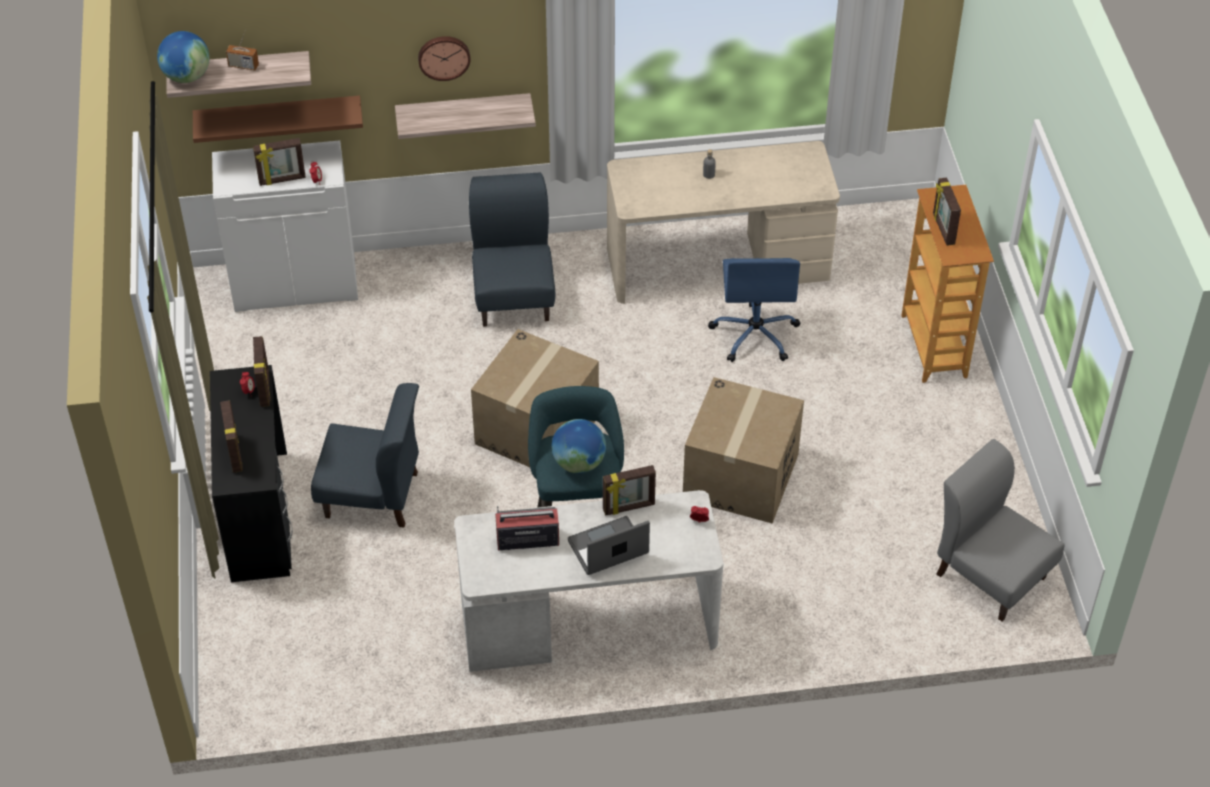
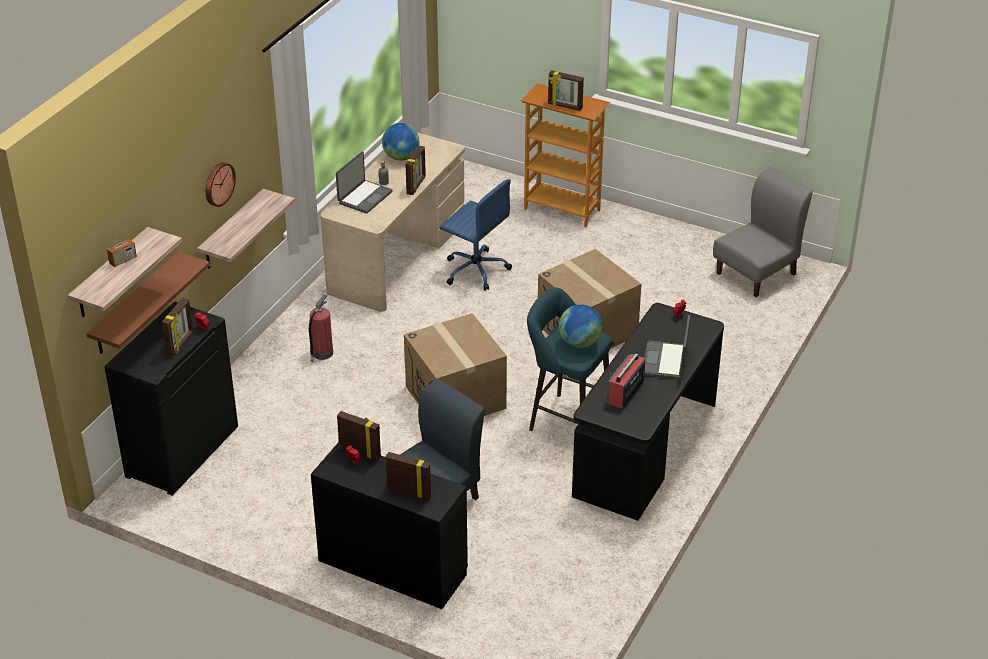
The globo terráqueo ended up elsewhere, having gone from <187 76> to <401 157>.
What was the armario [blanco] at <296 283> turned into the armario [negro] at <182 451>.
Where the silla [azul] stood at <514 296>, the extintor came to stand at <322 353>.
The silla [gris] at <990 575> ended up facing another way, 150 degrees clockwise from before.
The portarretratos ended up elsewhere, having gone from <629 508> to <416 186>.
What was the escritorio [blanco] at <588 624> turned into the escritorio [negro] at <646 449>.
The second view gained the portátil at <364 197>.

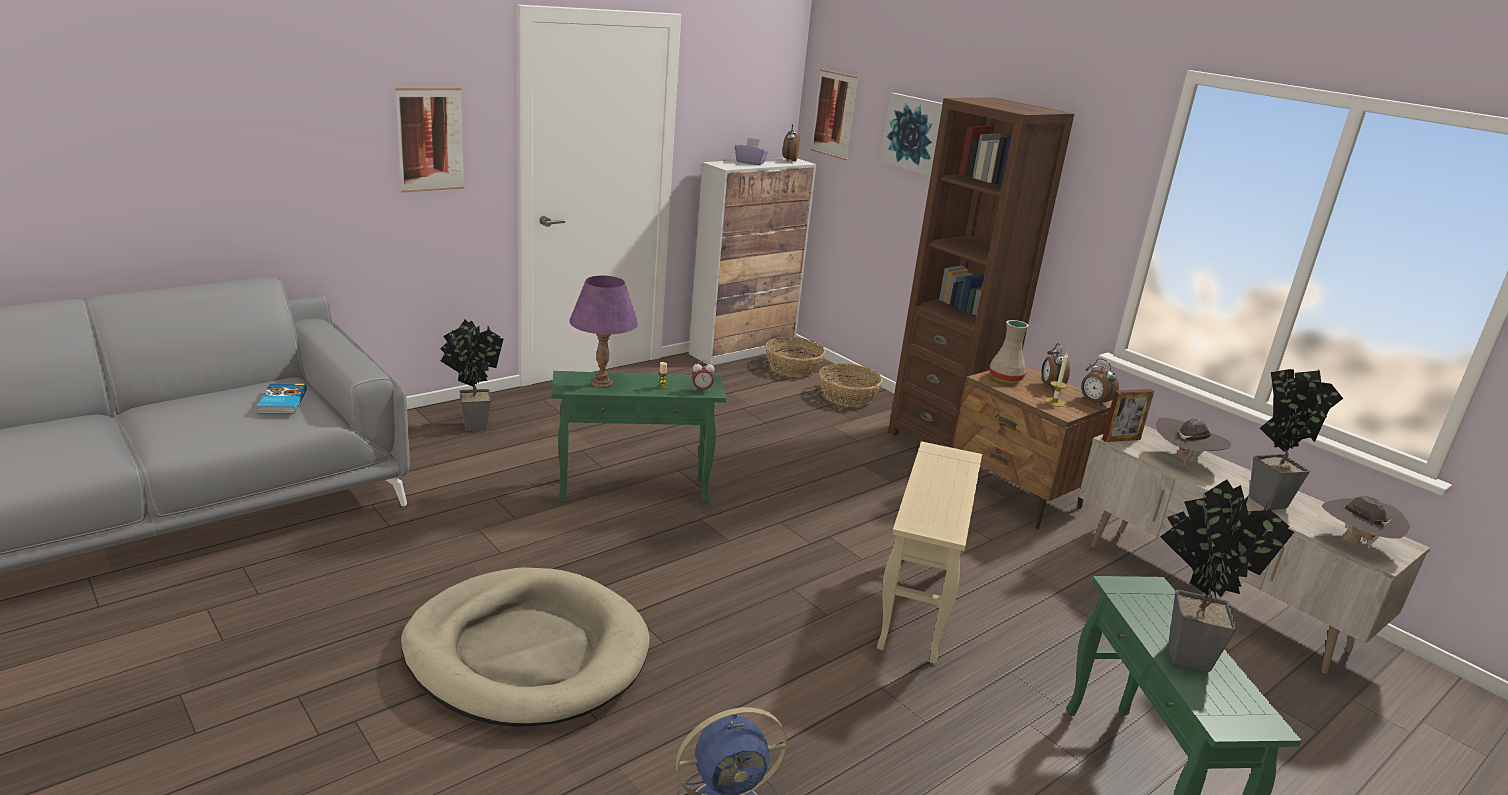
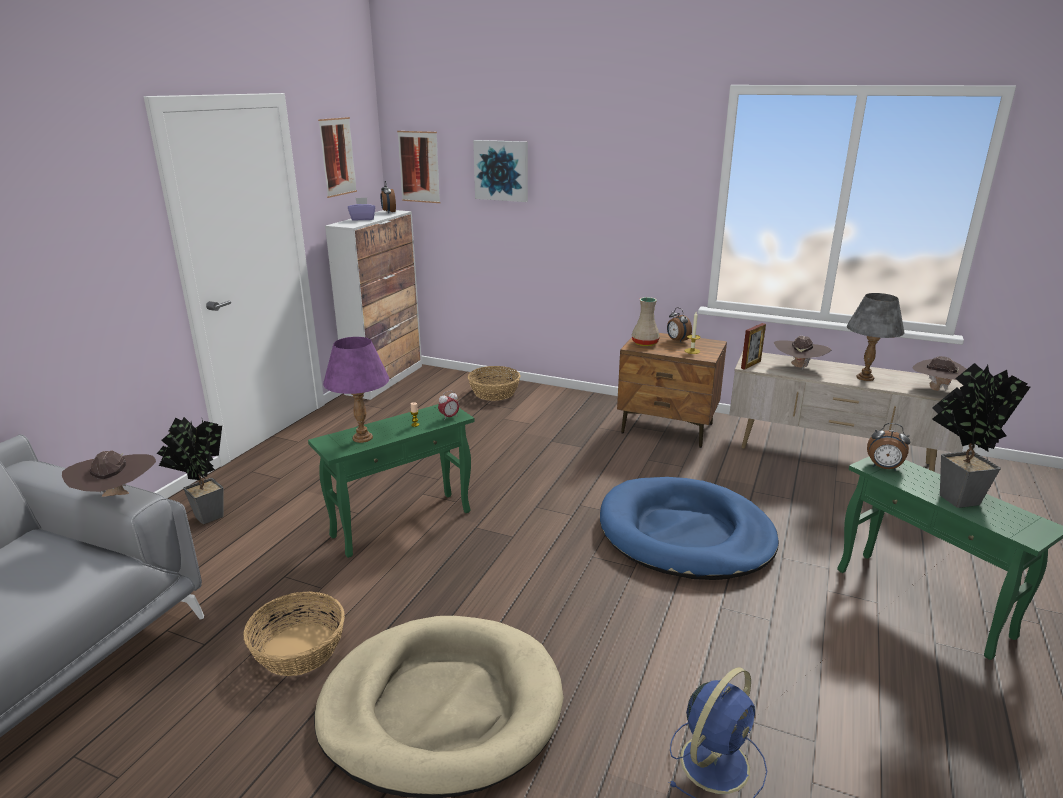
The cuadro ended up elsewhere, having gone from <430 140> to <337 157>.
The second view lost the estantería [marrón] at <944 441>.
The cesta ended up elsewhere, having gone from <793 368> to <299 650>.
The despertador ended up elsewhere, having gone from <1094 402> to <883 468>.
Where the planta en maceta stood at <1266 499>, the lámpara de mesa [gris] came to stand at <865 377>.
The second view lost the libro at <281 402>.
Where the mesa auxiliar [beis] stood at <918 606>, the cama para perro [azul] came to stand at <685 534>.
The second view gained the sombrero [marrón] at <117 497>.

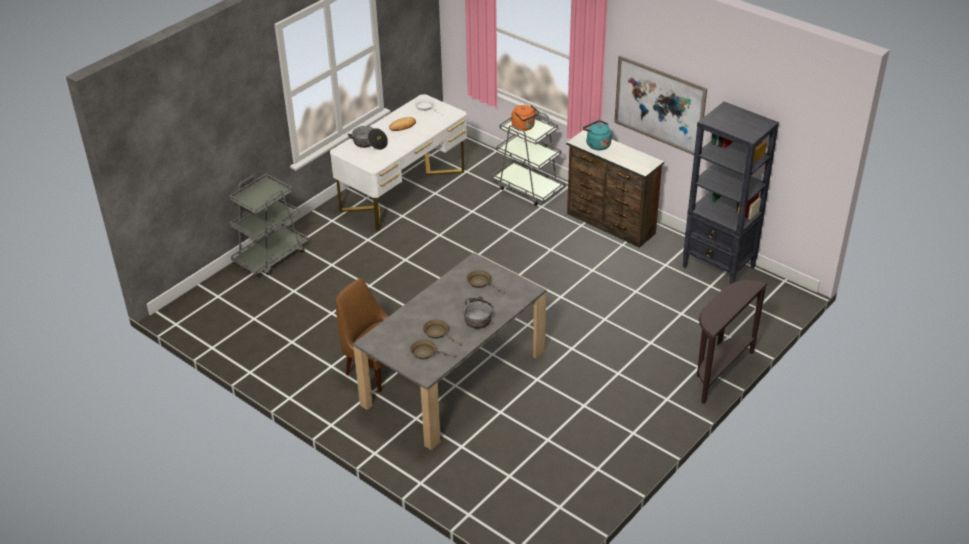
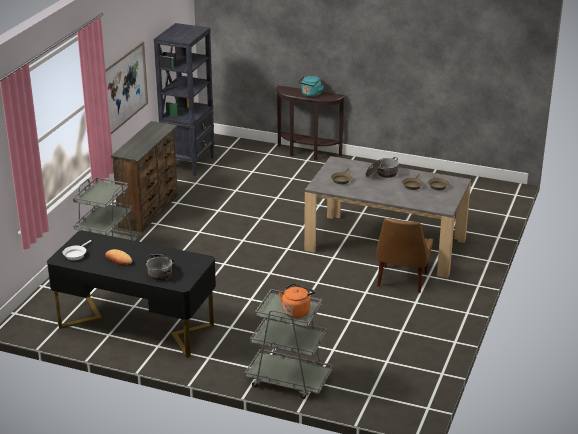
What was the escritorio [blanco] at <403 190> turned into the escritorio [negro] at <136 326>.
The hervidor [naranja] ended up elsewhere, having gone from <524 127> to <296 311>.
The hervidor [turquesa] ended up elsewhere, having gone from <597 145> to <310 95>.

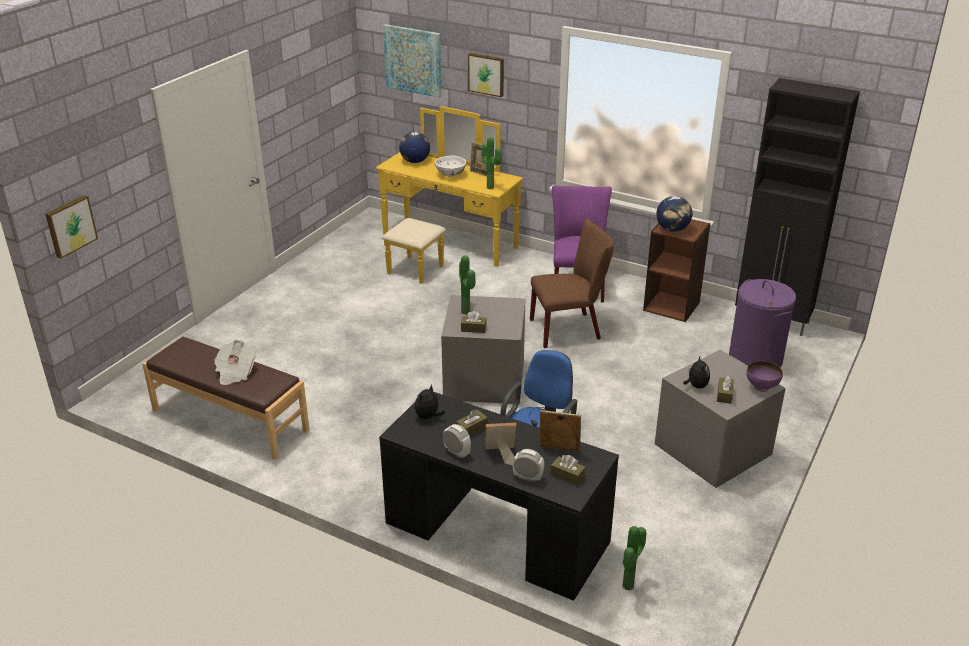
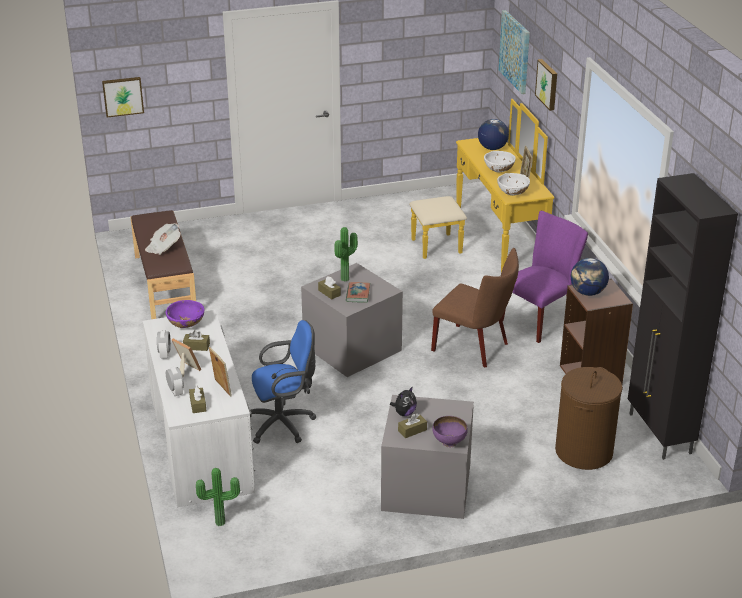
Where the planta en maceta stood at <491 187>, the cuenco [blanco] came to stand at <512 194>.
What was the cesto de la ropa [morado] at <755 359> turned into the cesto de la ropa [marrón] at <584 452>.
Where the peluche stood at <428 417>, the cuenco [morado] came to stand at <186 325>.
What was the escritorio [negro] at <496 531> turned into the escritorio [blanco] at <201 441>.
The second view gained the libro at <358 294>.

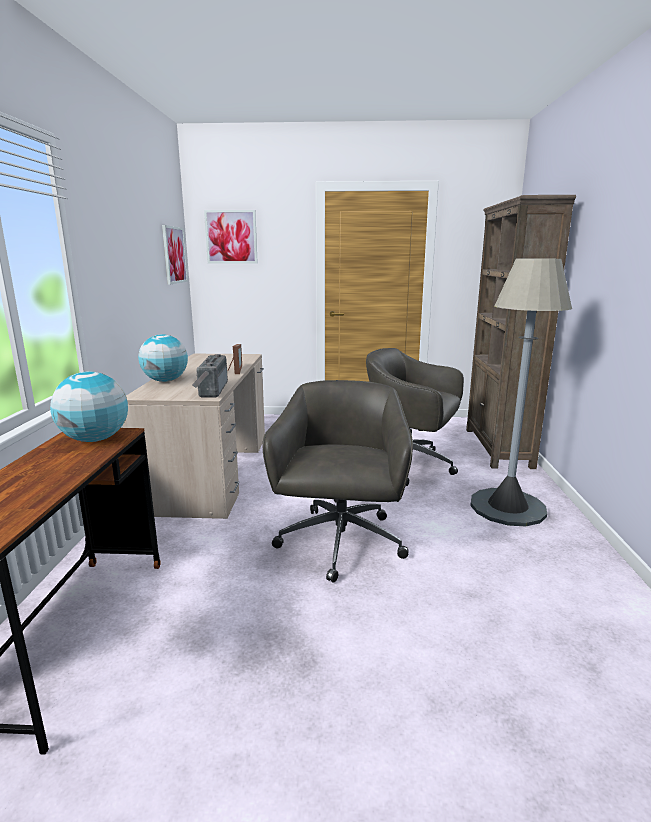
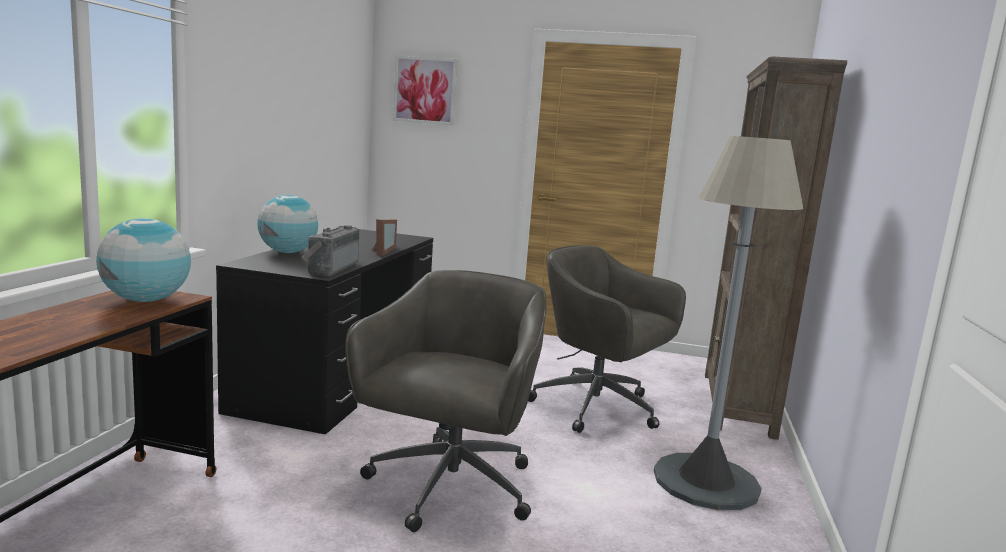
The second view lost the cuadro at <174 255>.
What was the escritorio [beis] at <212 470> turned into the escritorio [negro] at <340 375>.

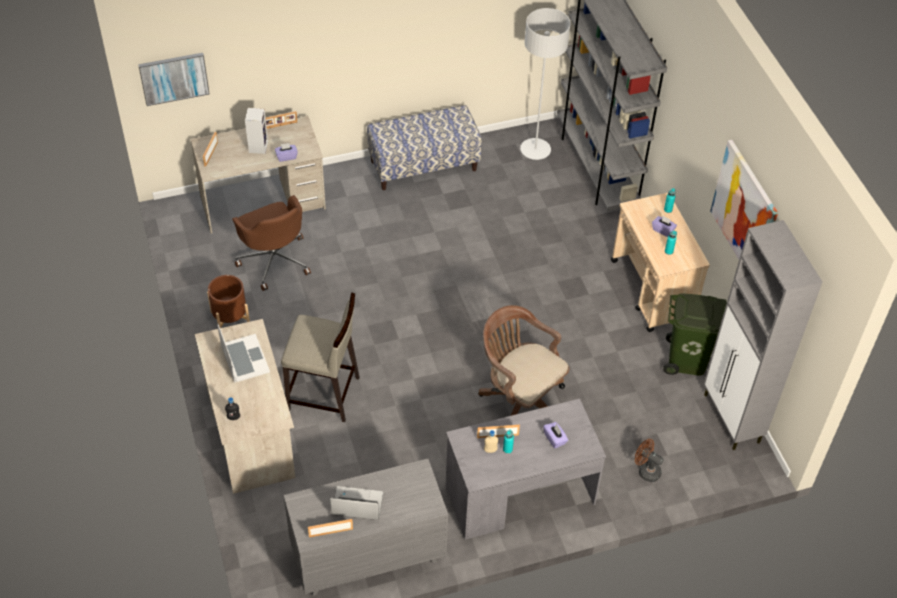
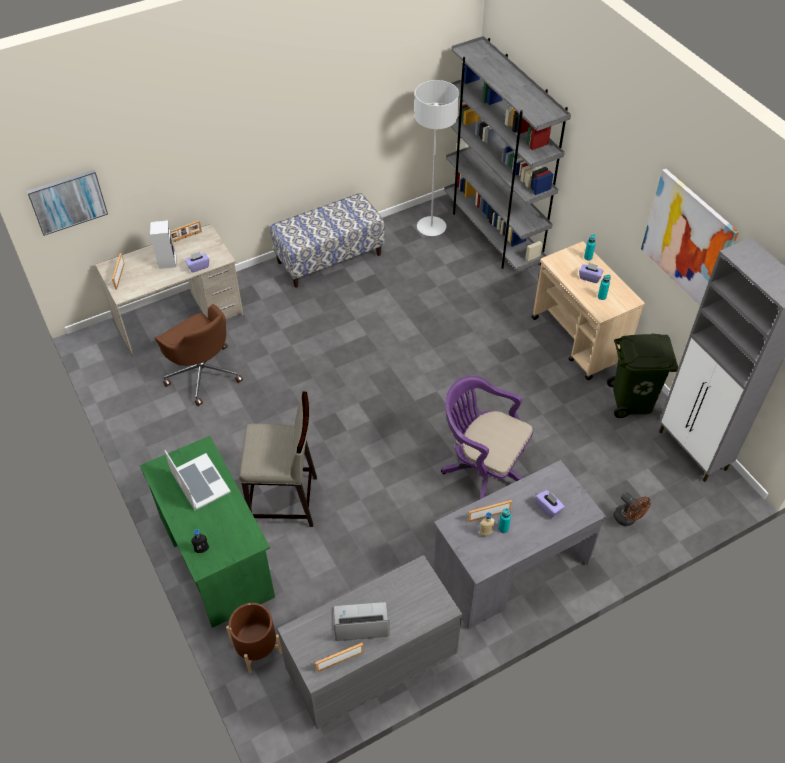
The maceta [marrón] ended up elsewhere, having gone from <230 318> to <256 648>.
What was the silla de oficina [marrón] at <519 399> turned into the silla de oficina [morado] at <483 470>.
What was the escritorio [beis] at <250 431> turned into the escritorio [verde] at <216 555>.
The ventilador [marrón] at <646 470> ended up facing another way, 150 degrees counterclockwise from before.

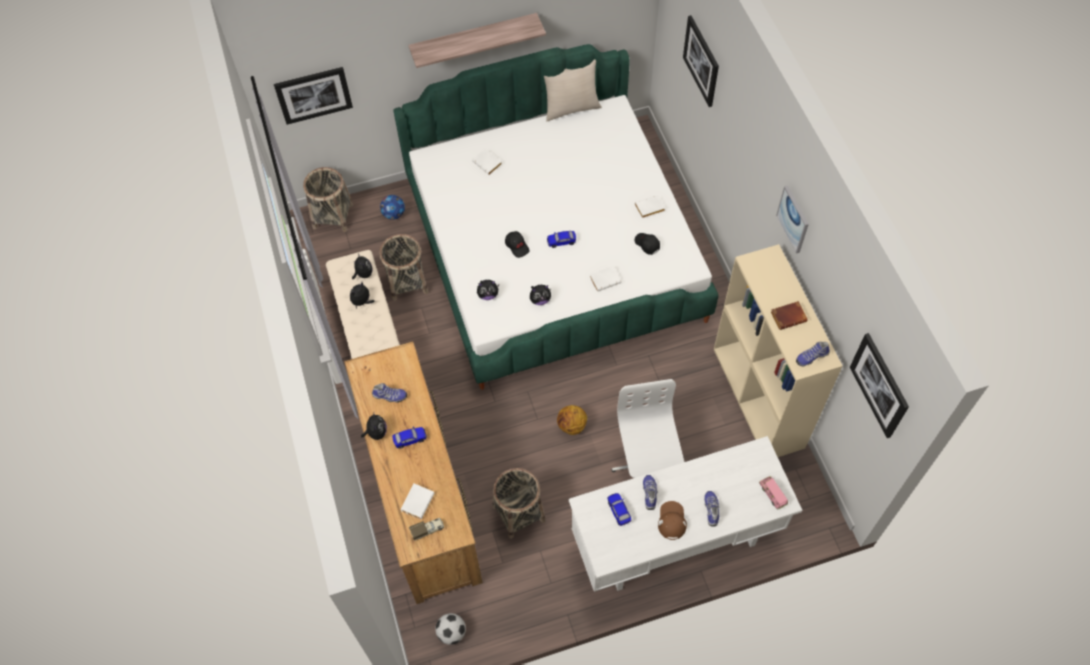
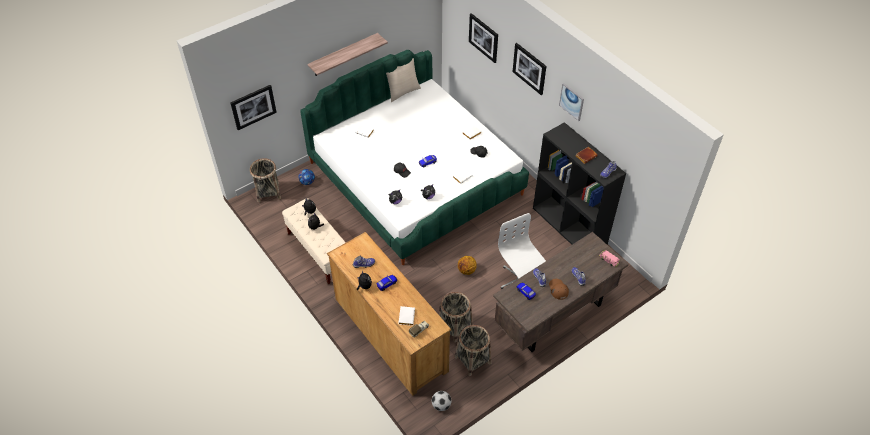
The cesta ended up elsewhere, having gone from <406 282> to <472 360>.
What was the estantería [beis] at <759 398> turned into the estantería [negro] at <570 227>.
The cuadro ended up elsewhere, having gone from <880 385> to <529 68>.
What was the escritorio [blanco] at <675 542> turned into the escritorio [marrón] at <554 316>.

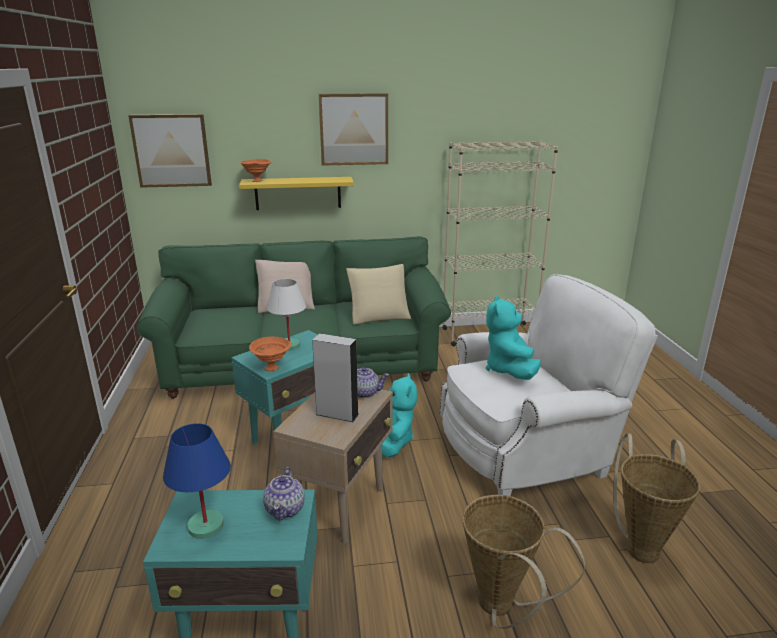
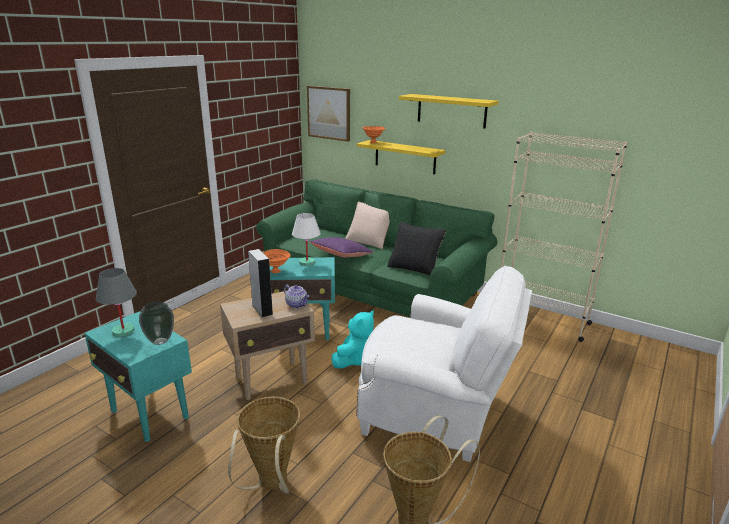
Where the cuadro hung at <354 129>, the estante [amarillo] came to hang at <451 111>.
What was the cojín [beis] at <379 315> turned into the cojín [negro] at <415 266>.
The second view lost the peluche [turquesa] at <509 370>.
What was the lámpara de mesa [azul] at <205 526> turned into the lámpara de mesa [gris] at <123 331>.
Where the tetera stood at <285 509>, the florero came to stand at <161 341>.
The second view gained the cojín [morado] at <341 256>.

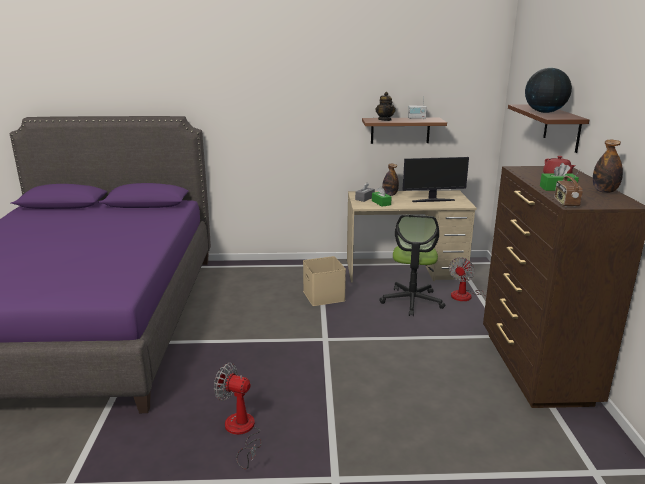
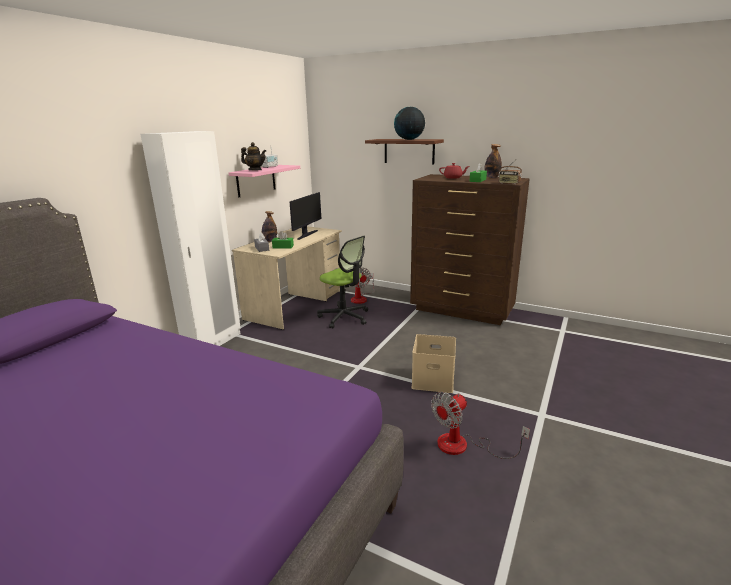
What was the estante [marrón] at <400 130> turned into the estante [rosa] at <256 180>.
The caja de almacenaje [beis] ended up elsewhere, having gone from <324 296> to <434 379>.
The second view gained the armario ropero [blanco] at <213 343>.

